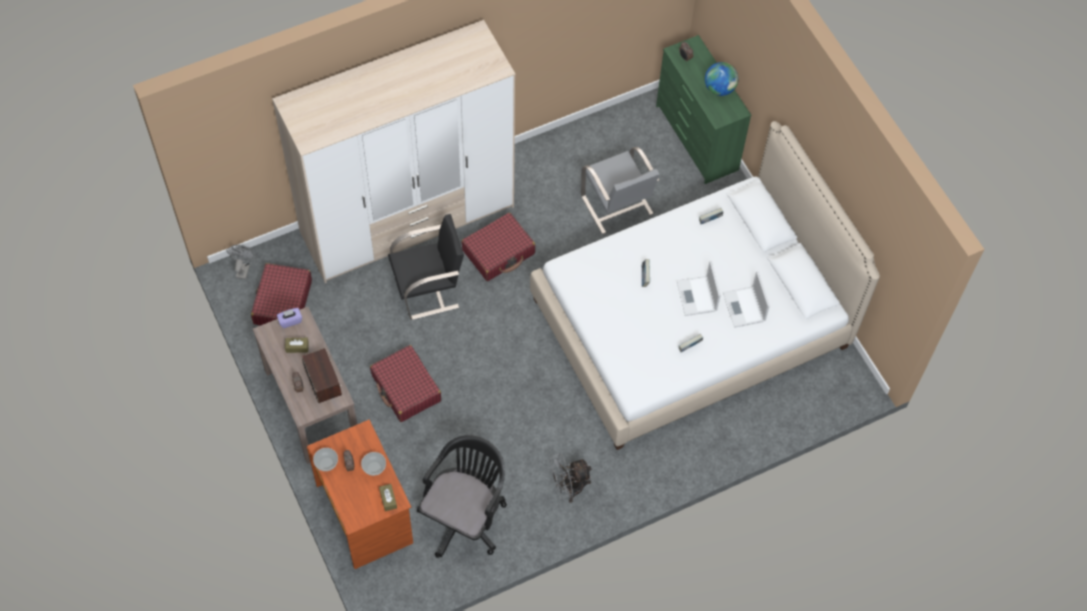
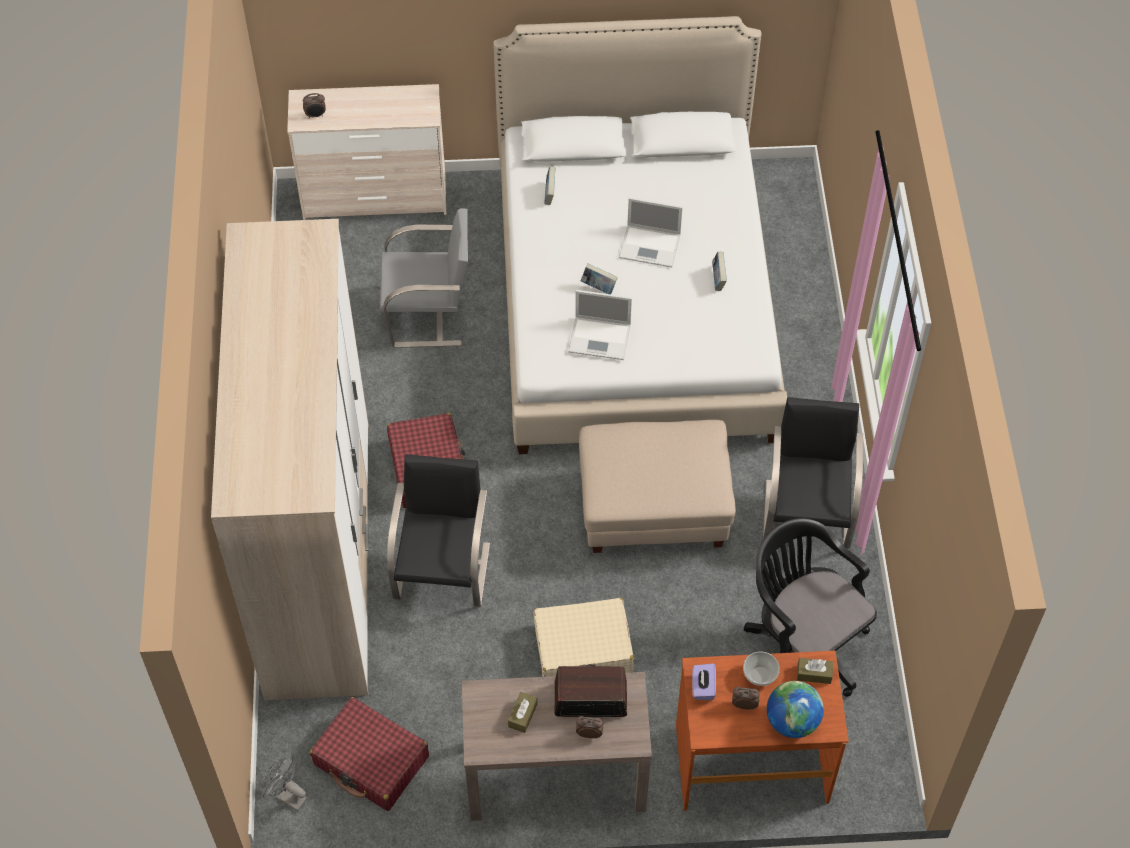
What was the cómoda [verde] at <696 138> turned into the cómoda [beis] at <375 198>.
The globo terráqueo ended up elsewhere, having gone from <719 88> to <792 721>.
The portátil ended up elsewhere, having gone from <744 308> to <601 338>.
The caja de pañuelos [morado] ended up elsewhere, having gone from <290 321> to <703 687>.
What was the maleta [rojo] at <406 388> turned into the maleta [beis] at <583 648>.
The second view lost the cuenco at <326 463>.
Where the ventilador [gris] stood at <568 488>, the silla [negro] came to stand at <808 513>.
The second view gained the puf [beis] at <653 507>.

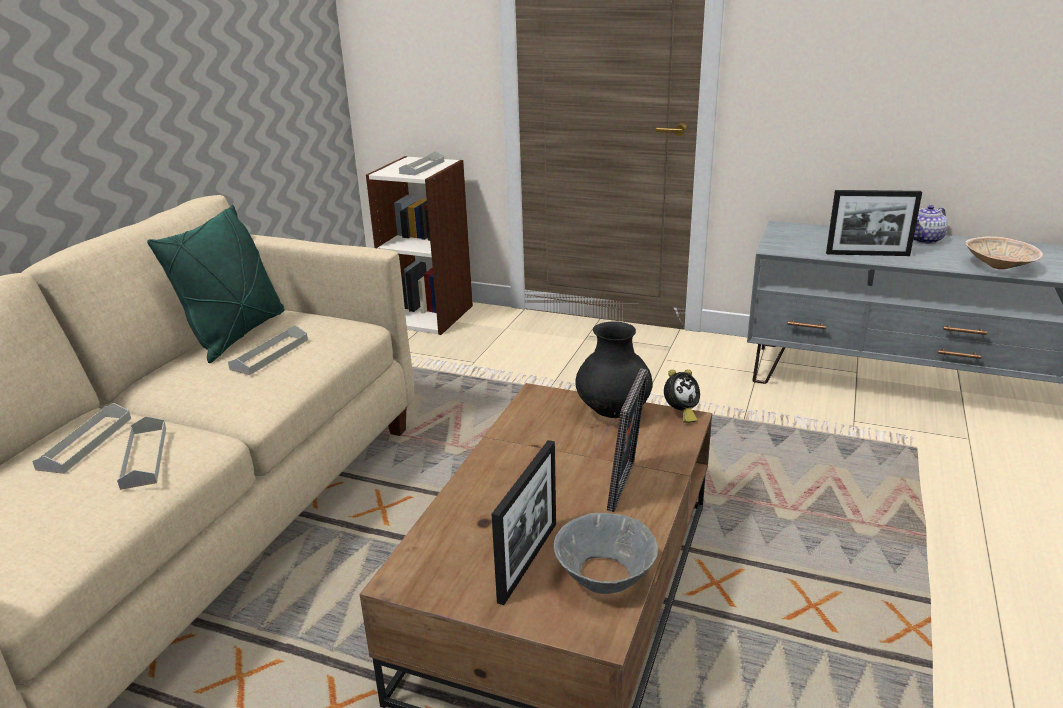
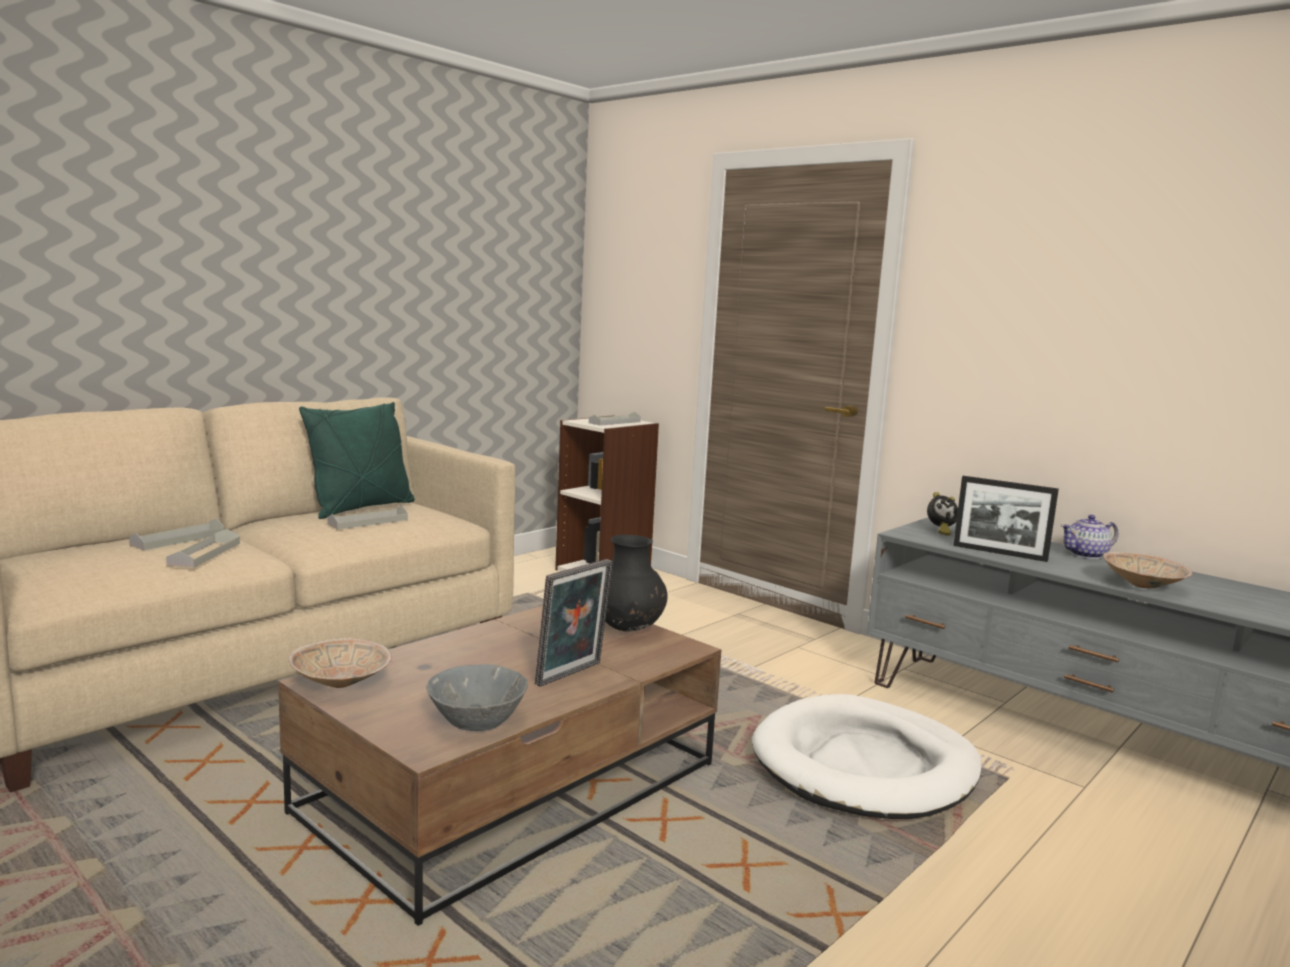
The despertador ended up elsewhere, having gone from <680 413> to <939 531>.
The second view lost the portarretratos at <528 561>.
The second view gained the cuenco [beis] at <342 684>.
The second view gained the cama para perro [blanco] at <865 765>.

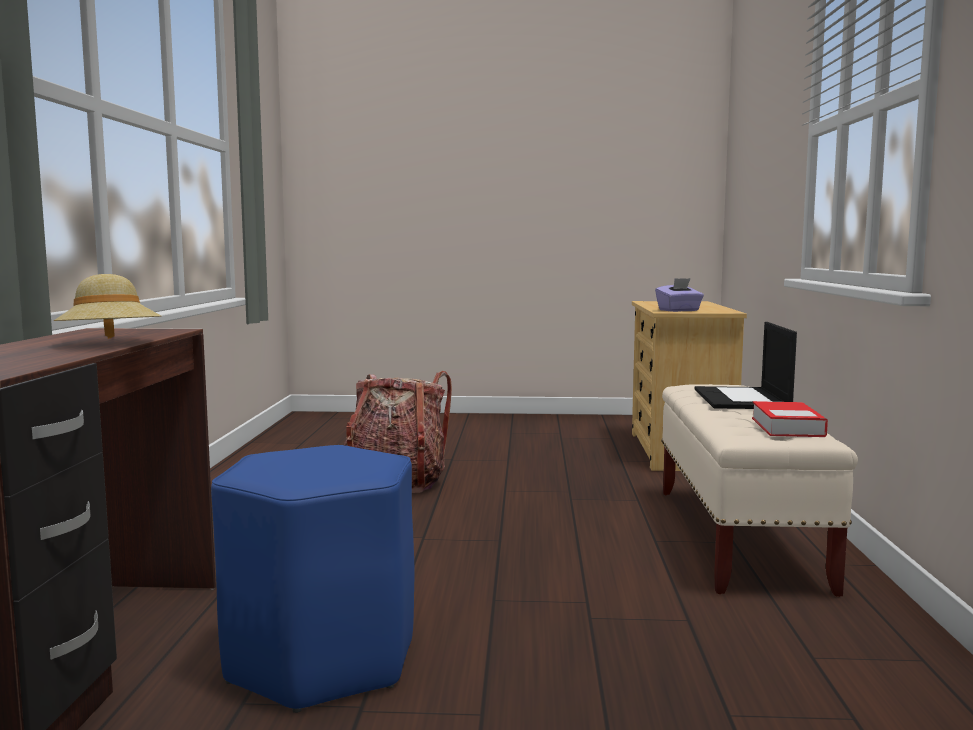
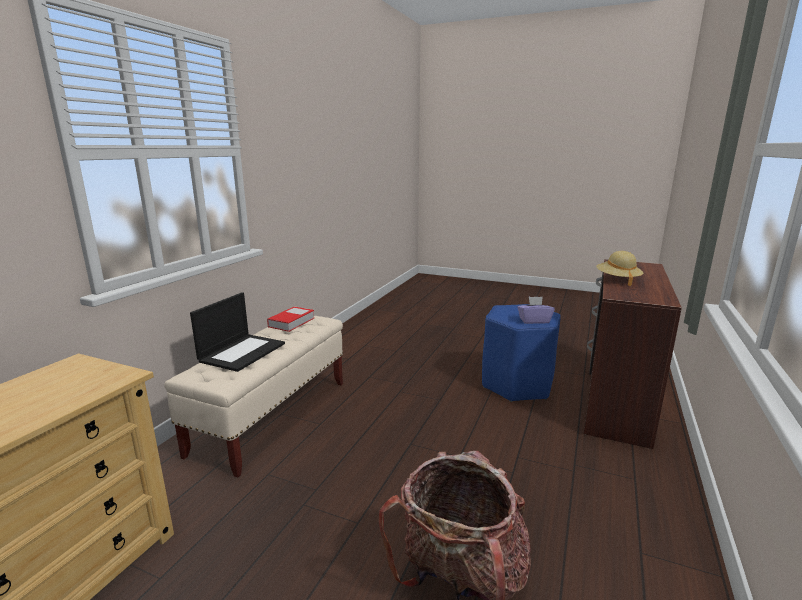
The caja de pañuelos [morado] ended up elsewhere, having gone from <679 310> to <534 321>.

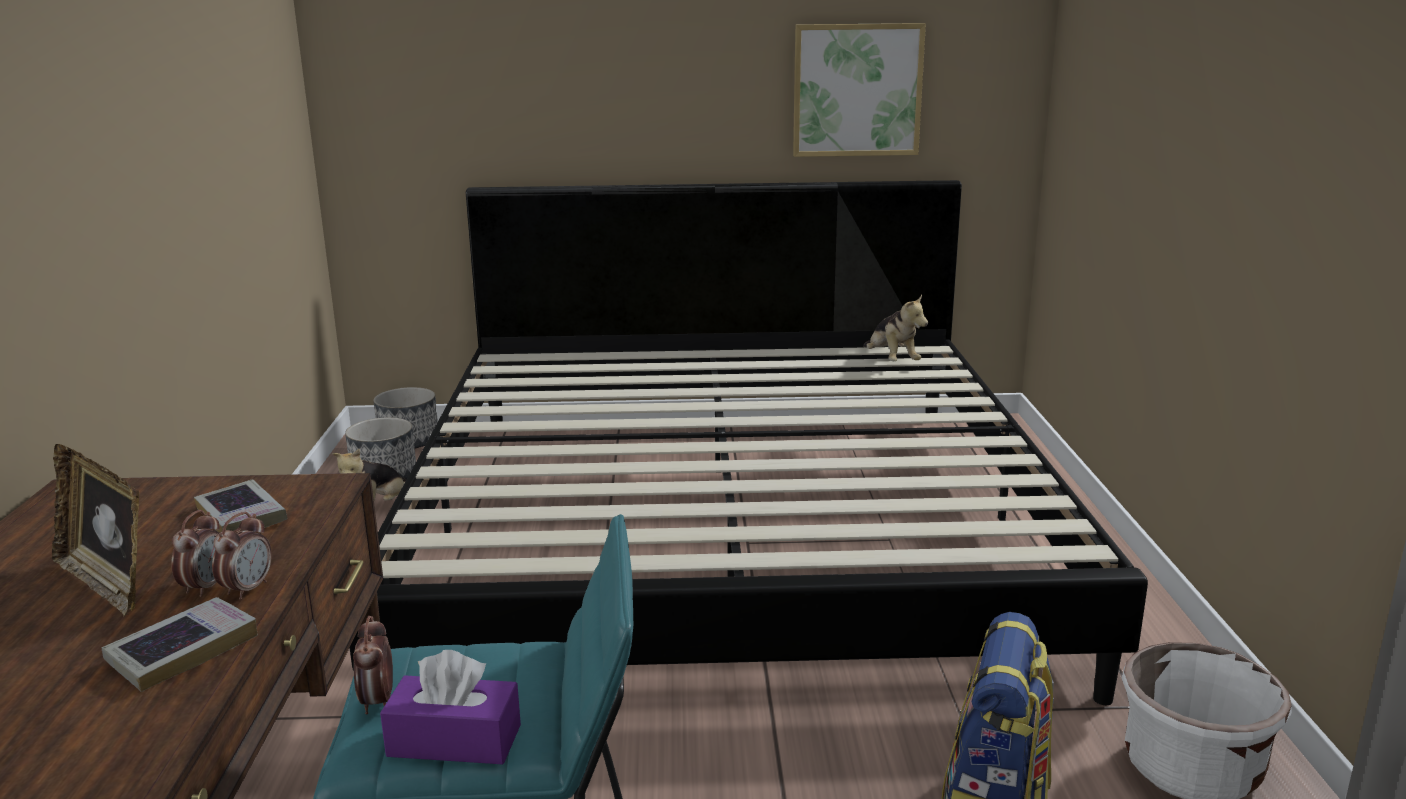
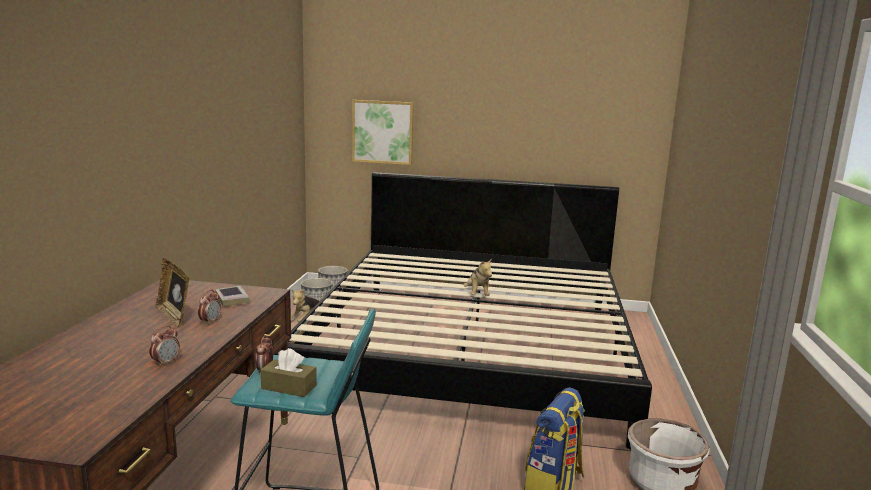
The cuadro ended up elsewhere, having gone from <857 90> to <382 132>.
The peluche ended up elsewhere, having gone from <891 361> to <477 294>.
The despertador ended up elsewhere, having gone from <247 589> to <165 362>.
The second view lost the libro at <183 650>.
What was the caja de pañuelos [morado] at <454 741> turned into the caja de pañuelos [marrón] at <289 387>.

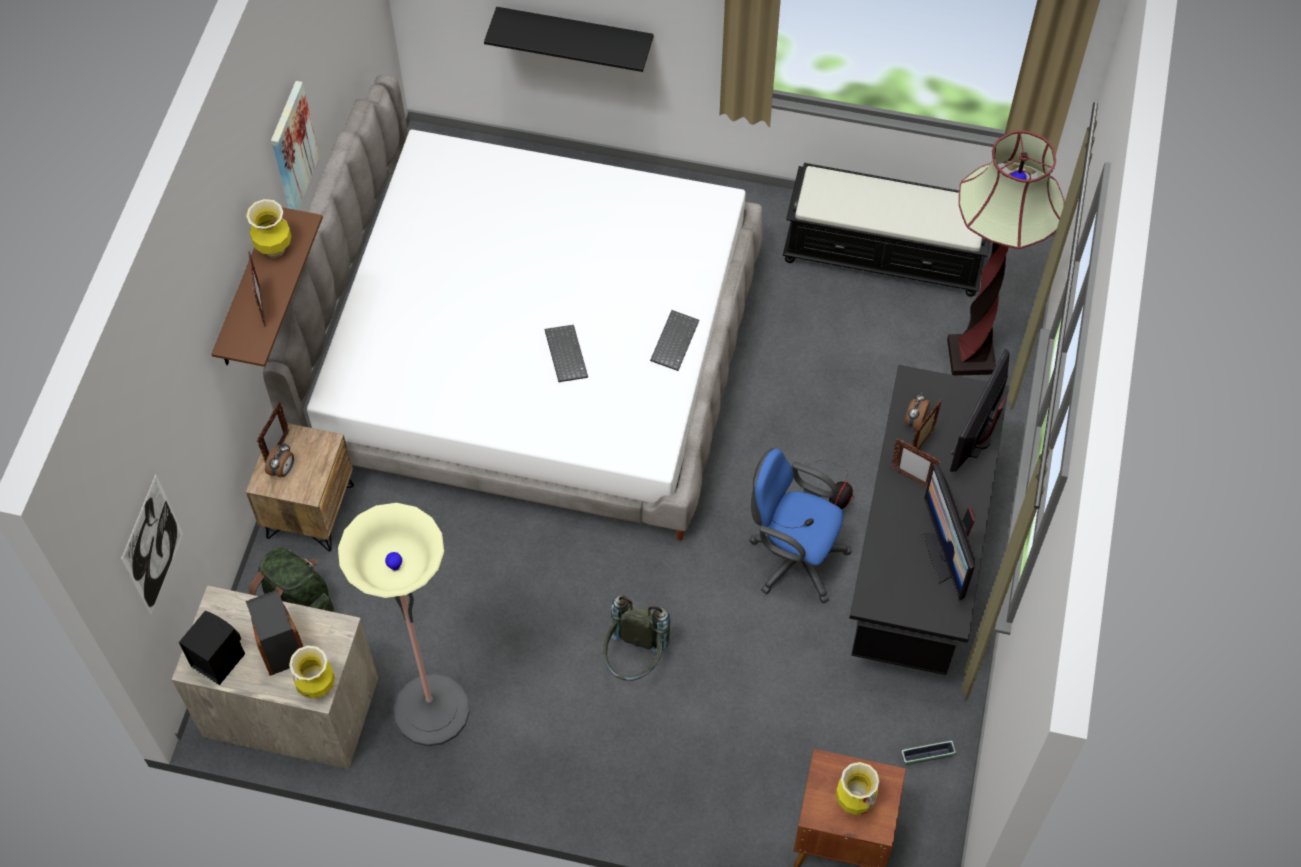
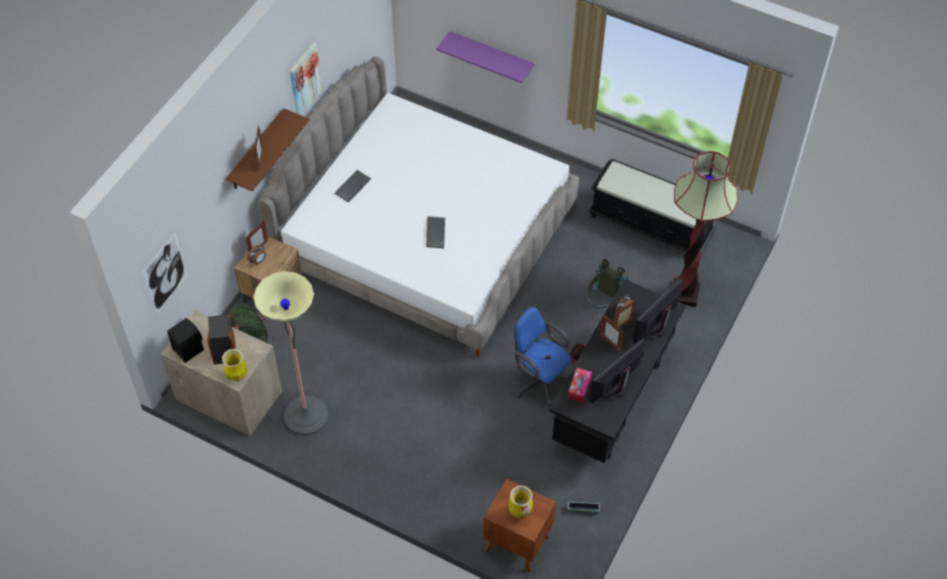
What was the estante [negro] at <575 34> turned into the estante [morado] at <491 55>.
The second view lost the florero at <274 249>.
The teclado ended up elsewhere, having gone from <674 340> to <352 186>.
The monitor at <944 555> ended up facing another way, 45 degrees clockwise from before.
The mochila [gris] ended up elsewhere, having gone from <633 660> to <603 302>.
The second view gained the caja de pañuelos at <579 387>.

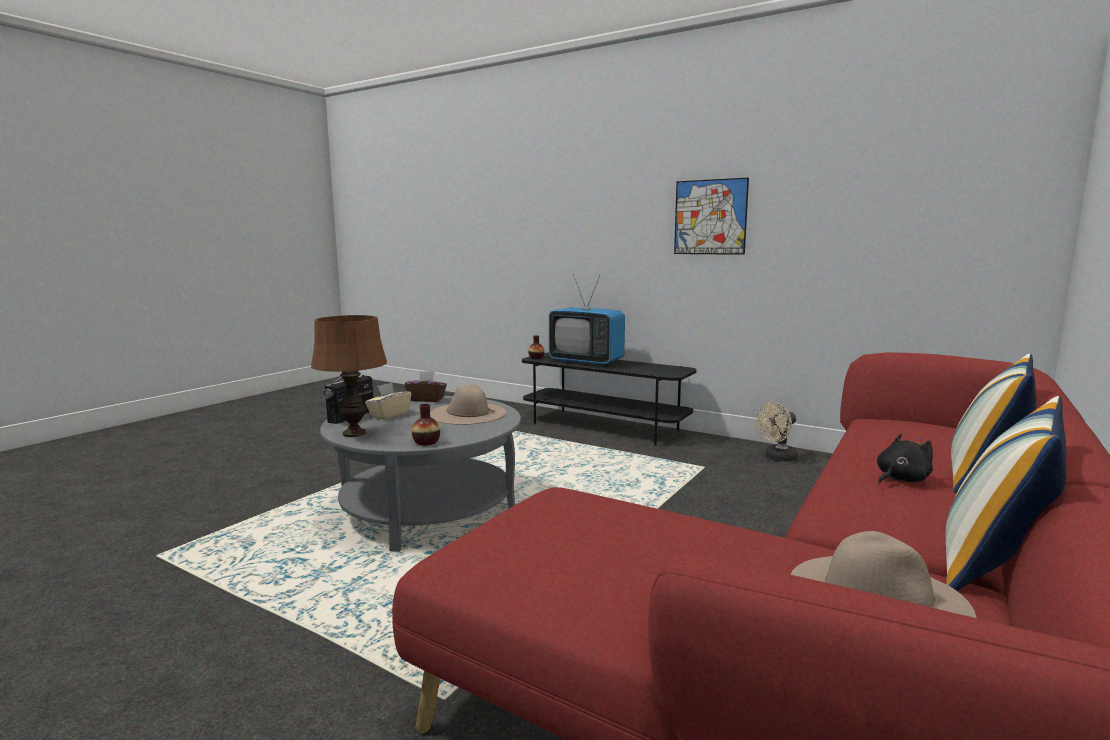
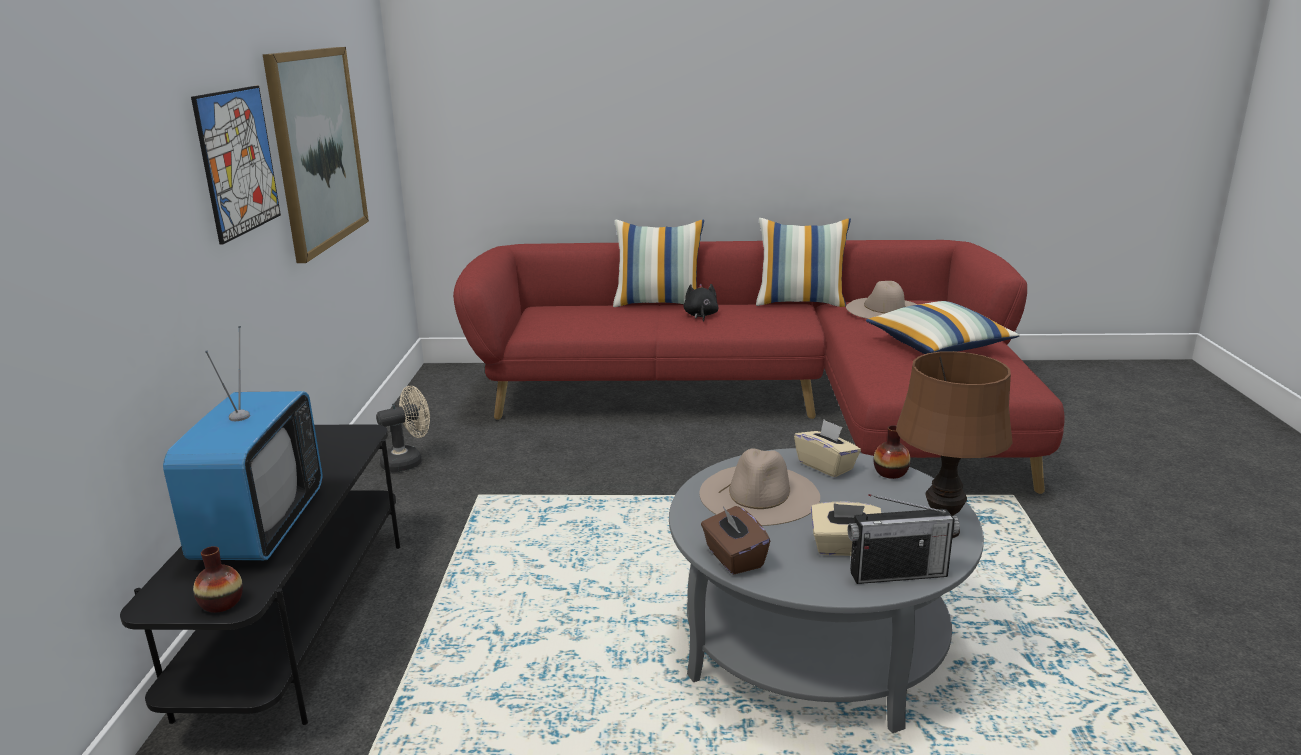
The ventilador [beis] at <777 458> ended up facing another way, 60 degrees counterclockwise from before.
The peluche [negro] at <900 479> ended up facing another way, 60 degrees clockwise from before.
The second view gained the cuadro at <318 148>.
The second view gained the cojín at <938 346>.
The second view gained the caja de pañuelos [beis] at <826 466>.

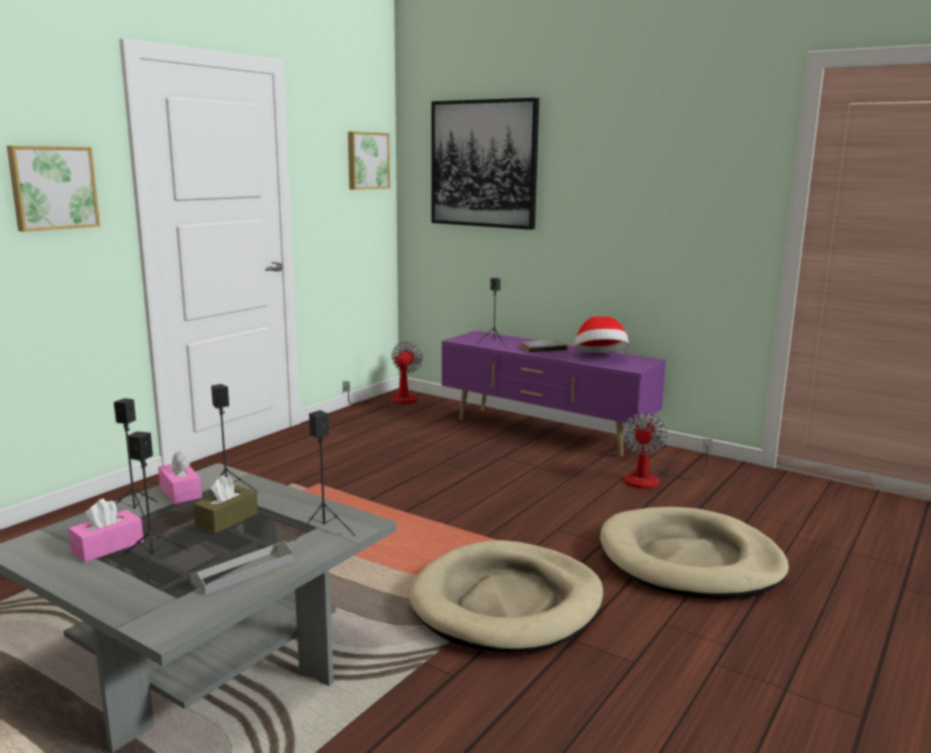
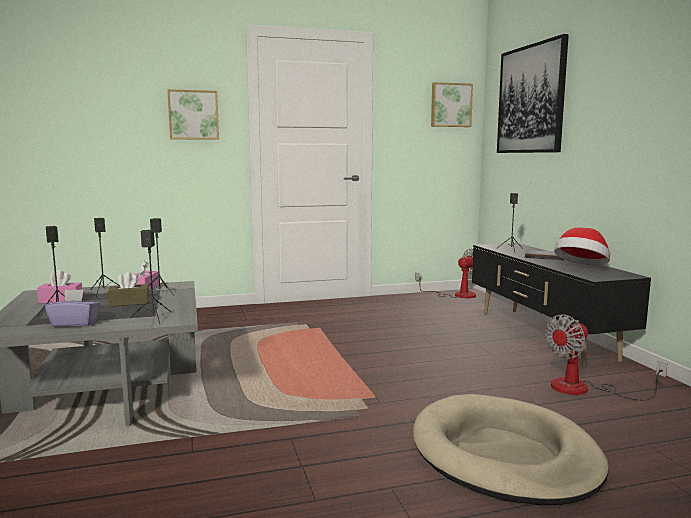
What was the mueble de televisión [morado] at <546 432> turned into the mueble de televisión [negro] at <543 335>.
The second view lost the cama para perro [beis] at <507 603>.
Where the bandeja [gris] stood at <243 571>, the caja de pañuelos [morado] came to stand at <75 323>.

